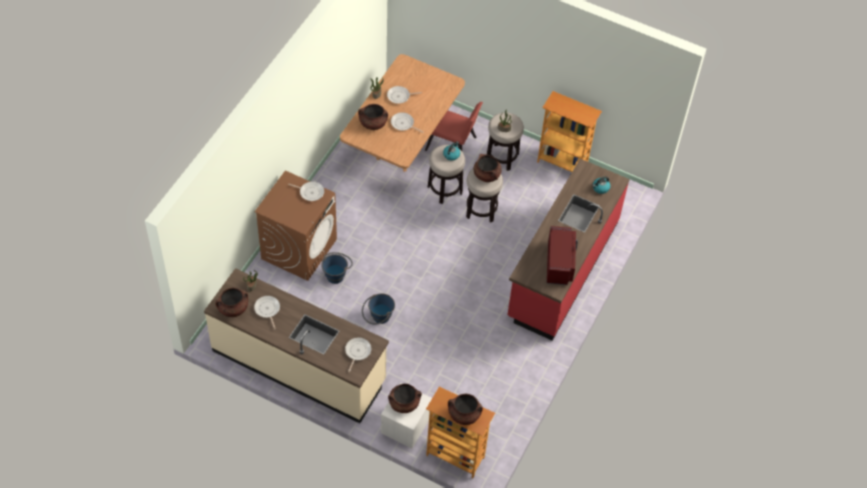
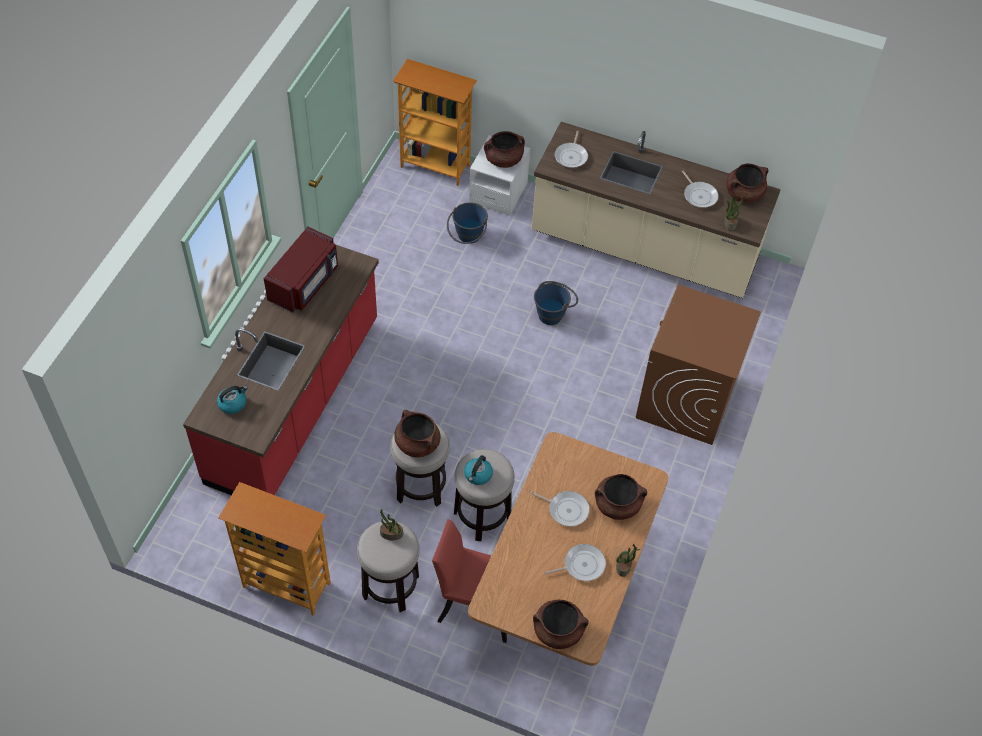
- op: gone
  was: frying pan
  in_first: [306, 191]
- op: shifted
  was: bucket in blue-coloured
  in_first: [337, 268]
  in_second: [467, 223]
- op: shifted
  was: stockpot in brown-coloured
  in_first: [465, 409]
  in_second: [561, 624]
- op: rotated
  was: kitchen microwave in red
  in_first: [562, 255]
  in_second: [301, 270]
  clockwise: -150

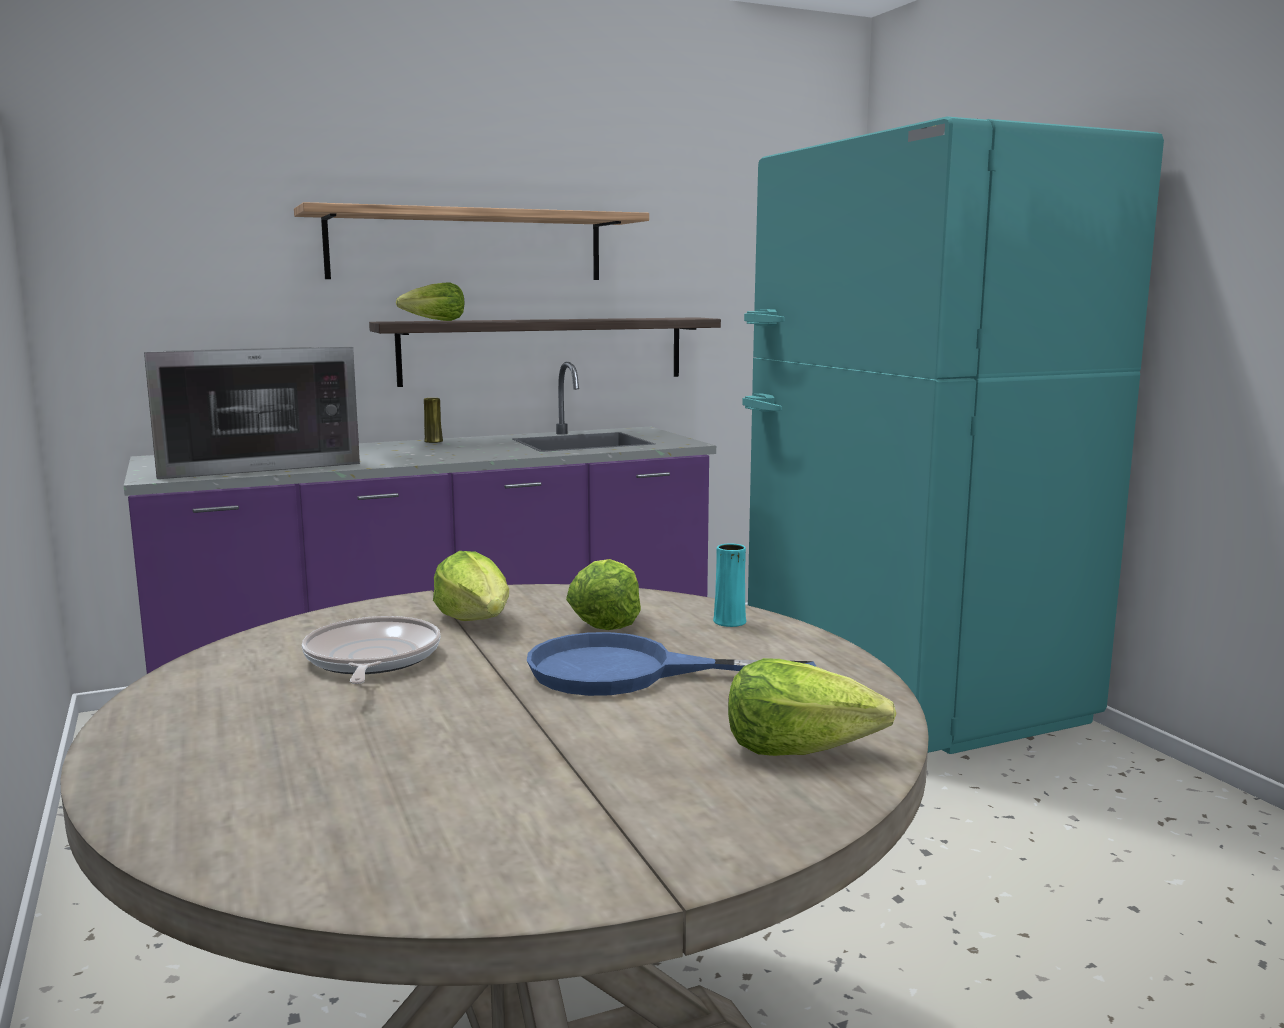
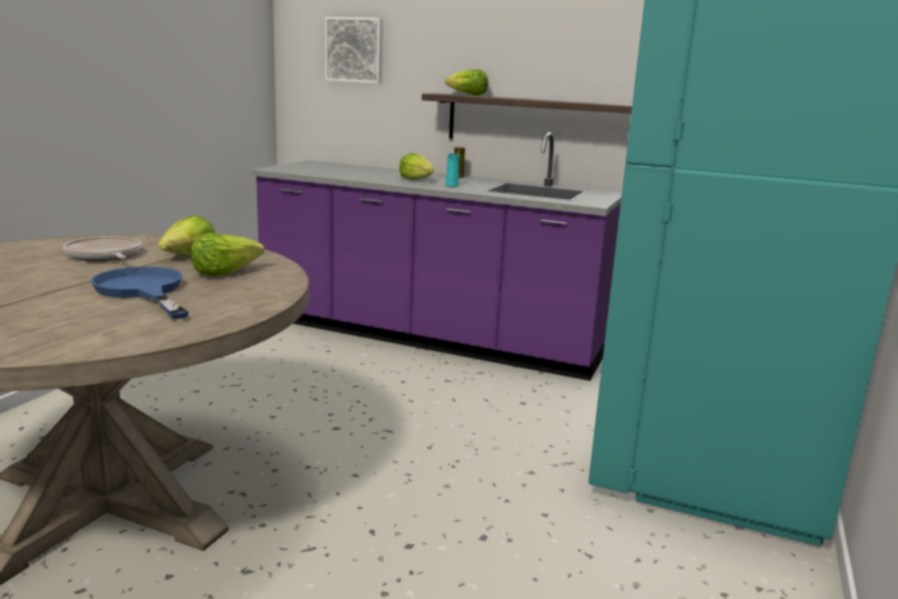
- op: gone
  was: kitchen microwave
  in_first: [252, 413]
- op: gone
  was: shelf
  in_first: [471, 241]
- op: new
  now: wall picture
  in_second: [354, 50]
- op: shifted
  was: flower vase in blue-green
  in_first: [730, 585]
  in_second: [452, 170]
- op: shifted
  was: lettuce
  in_first: [812, 707]
  in_second: [416, 166]
- op: rotated
  was: frying pan
  in_first: [371, 650]
  in_second: [102, 248]
  clockwise: -75

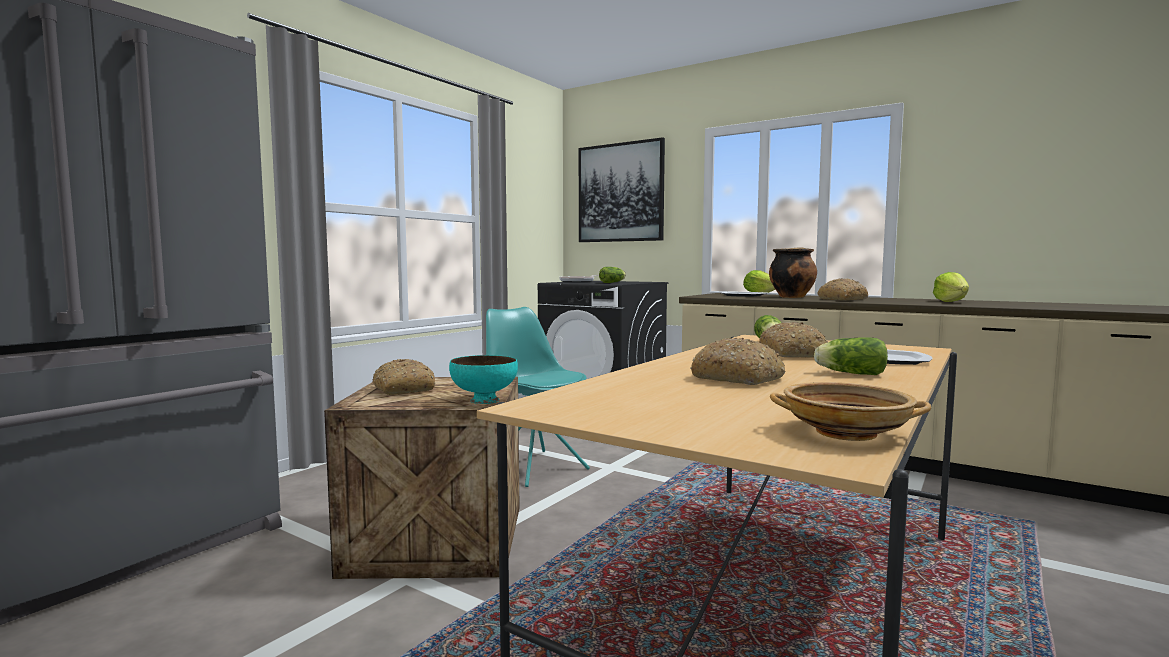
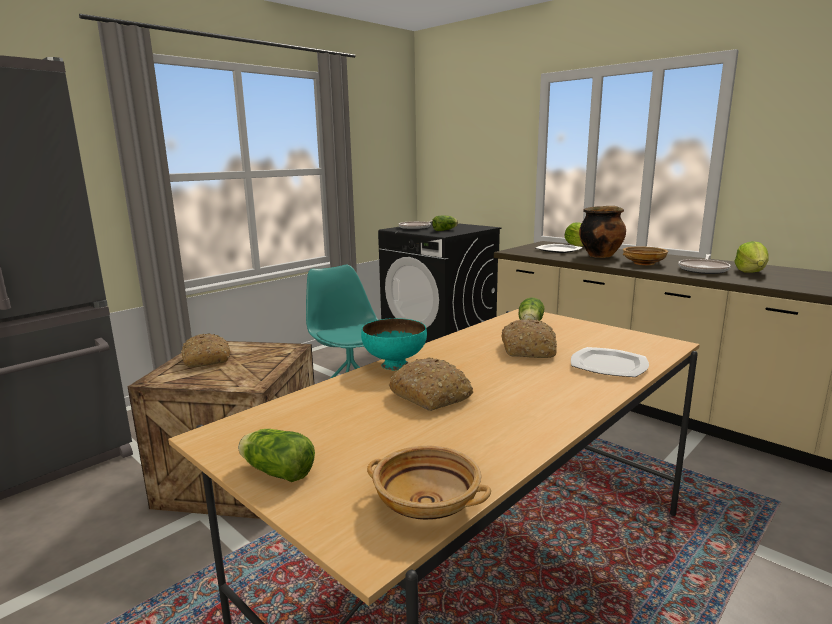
- op: gone
  was: wall picture
  in_first: [622, 189]
- op: new
  now: frying pan
  in_second: [704, 264]
- op: shifted
  was: deep dish in blue-green
  in_first: [483, 379]
  in_second: [394, 344]
- op: shifted
  was: lettuce
  in_first: [851, 356]
  in_second: [276, 455]
- op: swapped
  was: bakery bread
  now: deep dish in beige
  in_first: [842, 289]
  in_second: [645, 255]

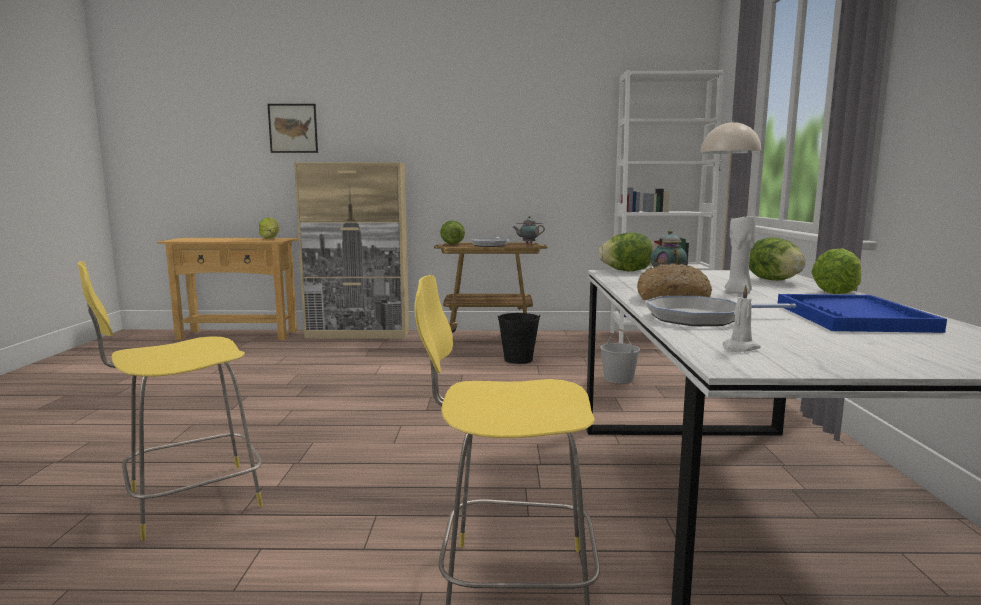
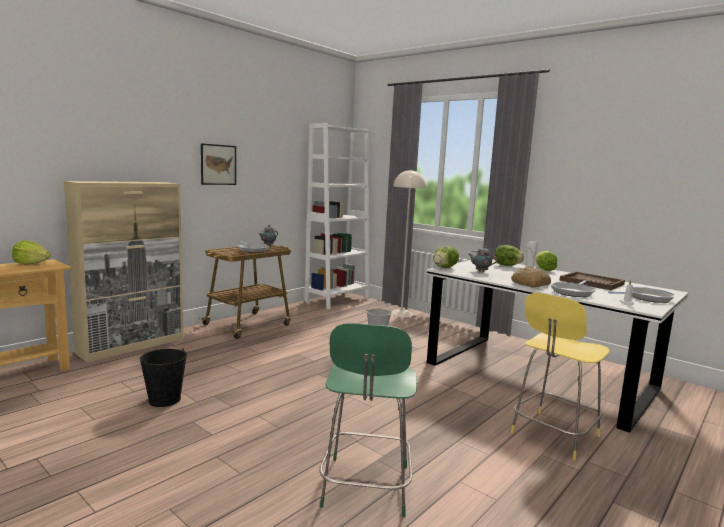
- op: gone
  was: lettuce
  in_first: [452, 232]
- op: new
  now: frying pan
  in_second: [641, 295]
- op: shifted
  was: wall picture
  in_first: [293, 128]
  in_second: [218, 164]
- op: shifted
  was: bucket in blackish
  in_first: [519, 338]
  in_second: [163, 377]
- op: repainted
  was: stool seat in yellow-coloured
  now: stool seat in green-coloured
  in_first: [170, 400]
  in_second: [368, 420]
- op: repainted
  was: tray in blue-coloured
  now: tray in brown-coloured
  in_first: [862, 313]
  in_second: [592, 280]

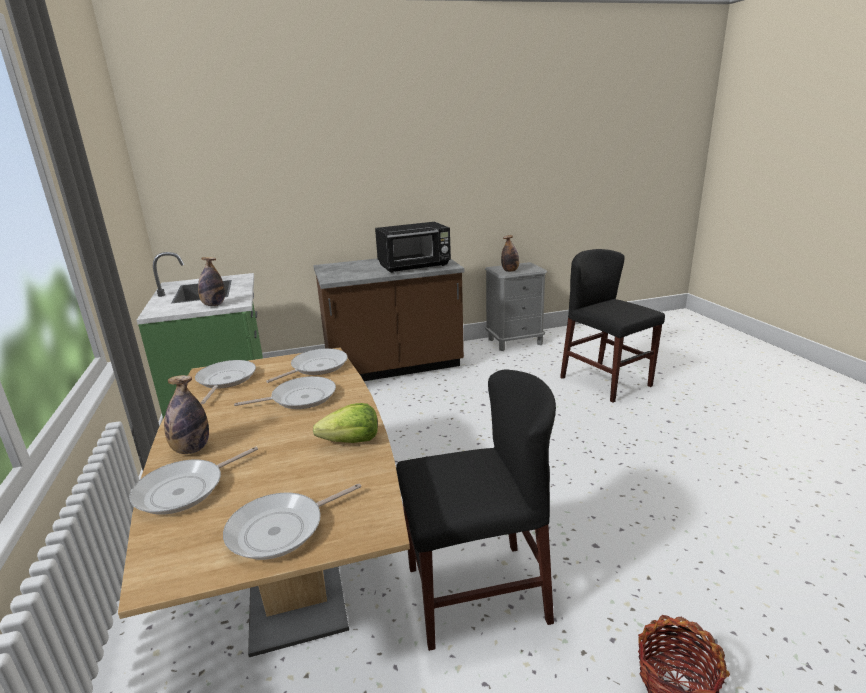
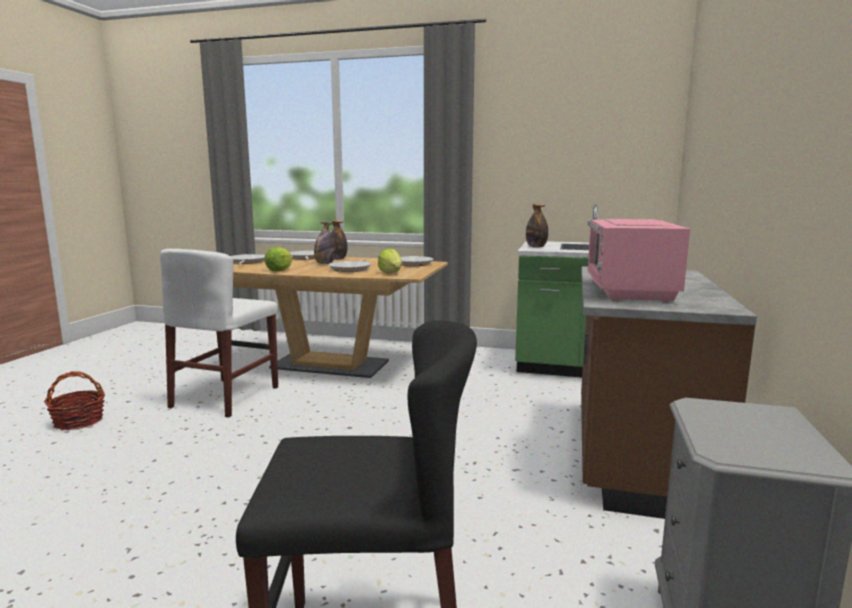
- op: shifted
  was: bottle
  in_first: [510, 253]
  in_second: [325, 243]
- op: swapped
  was: frying pan
  now: lettuce
  in_first: [307, 365]
  in_second: [390, 261]
- op: repainted
  was: kitchen microwave in blackish
  now: kitchen microwave in pinkish
  in_first: [413, 247]
  in_second: [638, 261]
- op: repainted
  was: upright chair in blackish
  now: upright chair in white-coloured
  in_first: [476, 510]
  in_second: [219, 333]

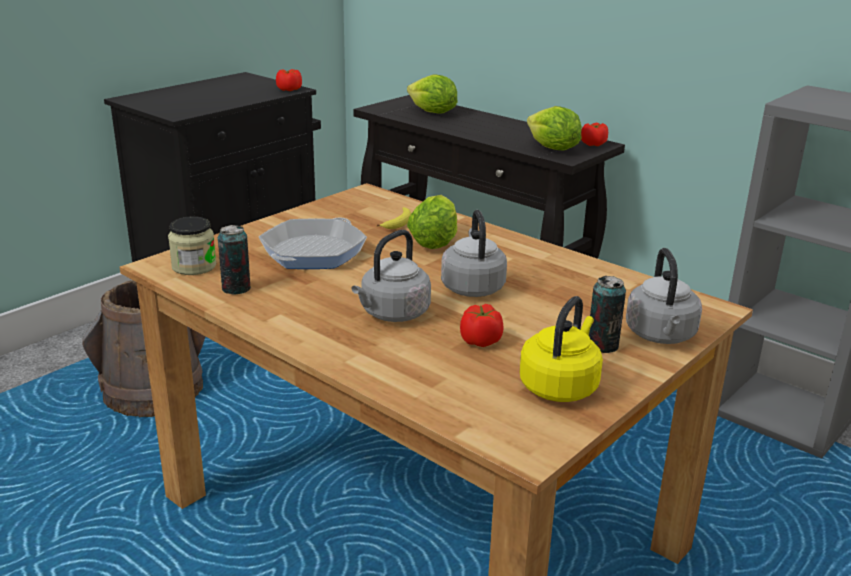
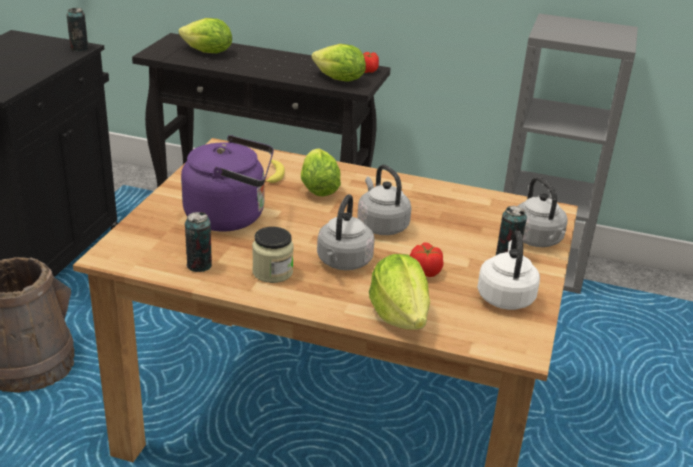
- op: new
  now: lettuce
  in_second: [399, 292]
- op: shifted
  was: storage jar
  in_first: [192, 245]
  in_second: [273, 255]
- op: swapped
  was: frying pan
  now: tea kettle in purple
  in_first: [313, 243]
  in_second: [227, 183]
- op: swapped
  was: whole tomato
  now: sealed can
  in_first: [289, 80]
  in_second: [77, 29]
- op: repainted
  was: tea kettle in yellow-coloured
  now: tea kettle in white-coloured
  in_first: [561, 349]
  in_second: [508, 270]

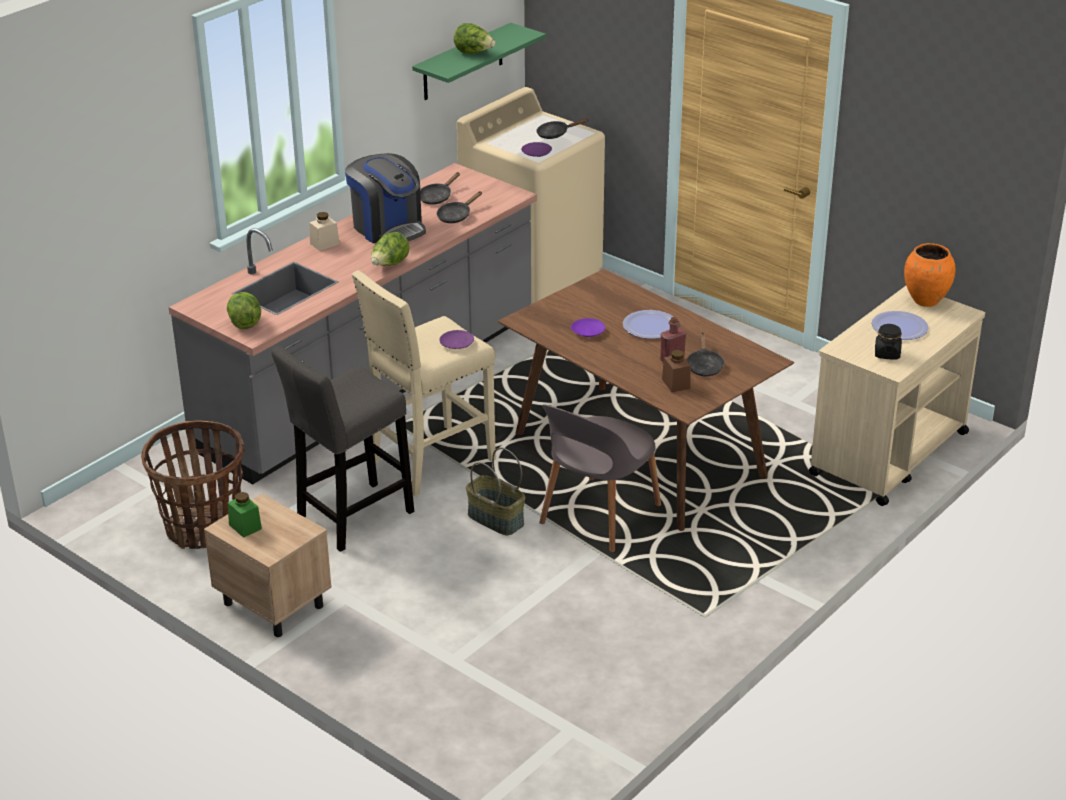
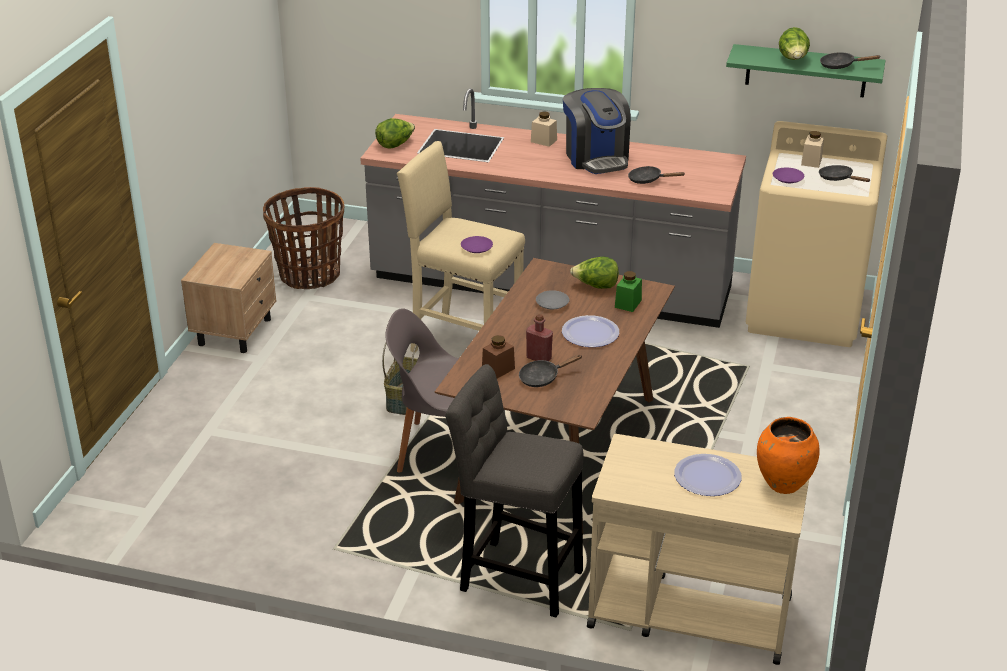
- op: gone
  was: storage jar in blackish
  in_first: [888, 341]
- op: new
  now: storage jar in beige
  in_second: [812, 149]
- op: shifted
  was: storage jar in green-coloured
  in_first: [245, 515]
  in_second: [628, 291]
- op: shifted
  was: stool seat in grey
  in_first: [342, 449]
  in_second: [514, 491]
- op: shifted
  was: lettuce
  in_first: [390, 249]
  in_second: [594, 273]
- op: shifted
  was: frying pan in blackish
  in_first: [440, 188]
  in_second: [850, 60]
- op: repainted
  was: flat dish in purple
  now: flat dish in grey
  in_first: [588, 327]
  in_second: [552, 300]
- op: rotated
  was: coffee maker
  in_first: [385, 198]
  in_second: [597, 131]
  clockwise: -45

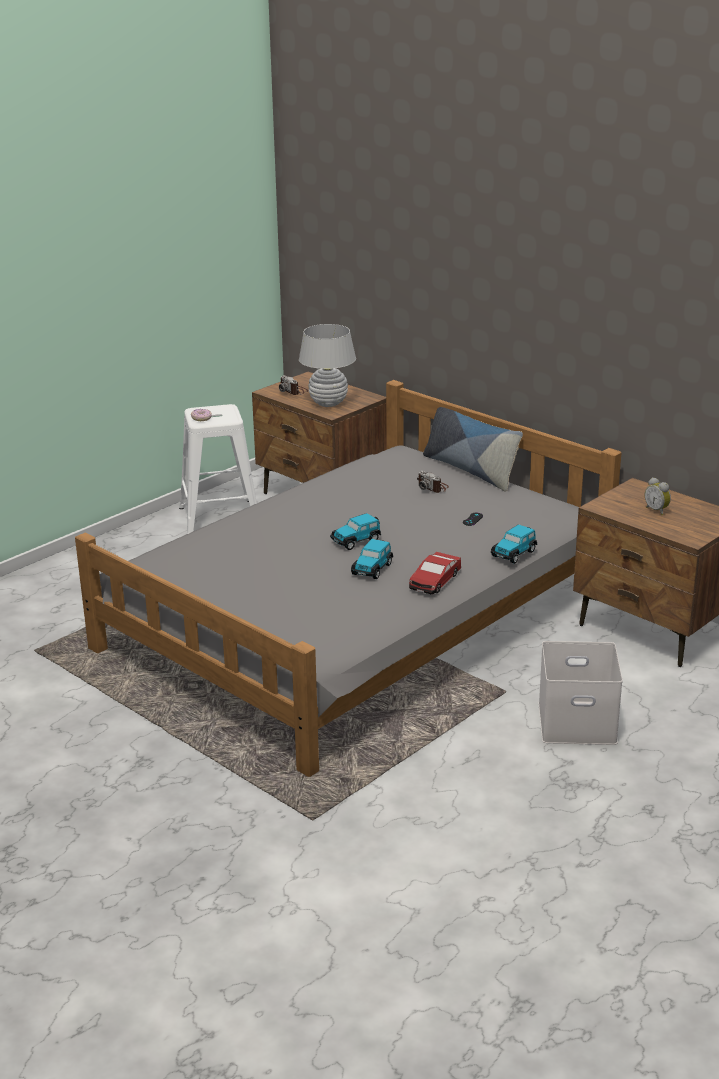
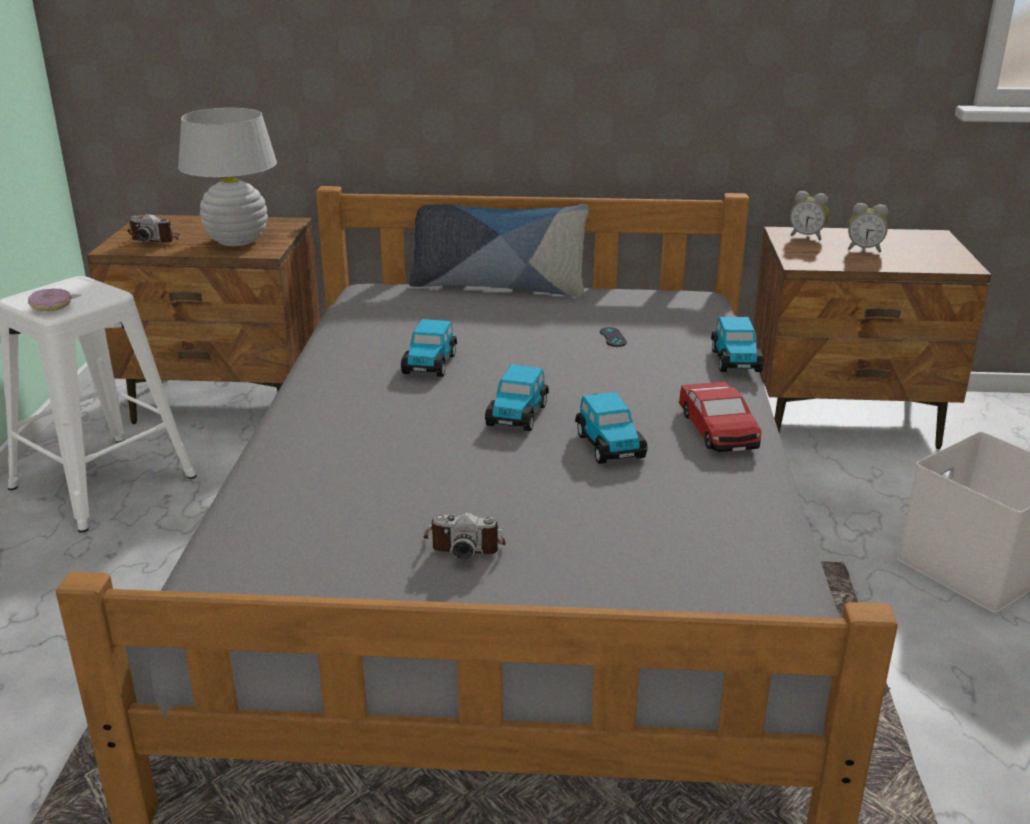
- op: new
  now: miniature car
  in_second: [429, 348]
- op: new
  now: alarm clock
  in_second: [809, 215]
- op: shifted
  was: photo camera
  in_first: [433, 482]
  in_second: [464, 535]

